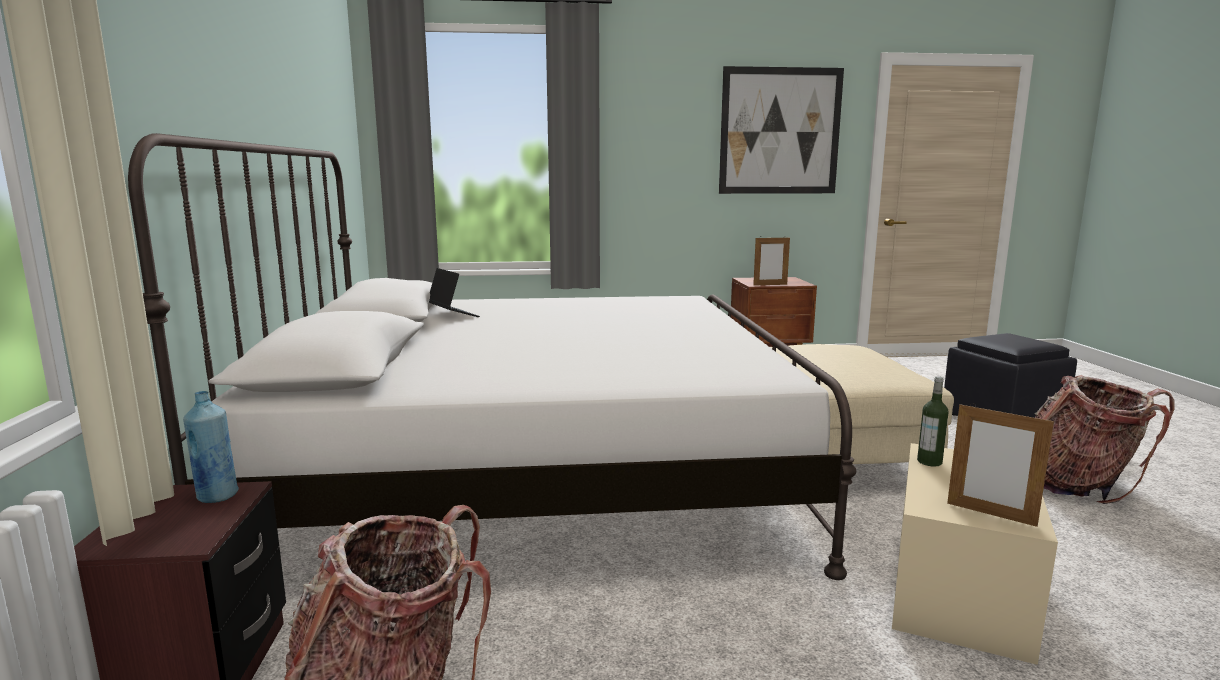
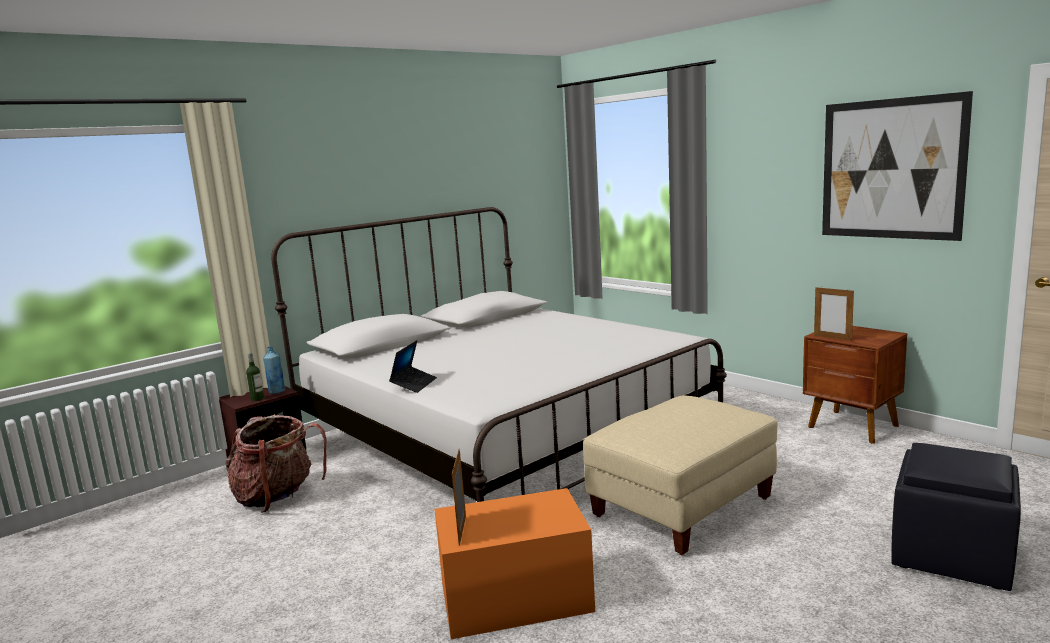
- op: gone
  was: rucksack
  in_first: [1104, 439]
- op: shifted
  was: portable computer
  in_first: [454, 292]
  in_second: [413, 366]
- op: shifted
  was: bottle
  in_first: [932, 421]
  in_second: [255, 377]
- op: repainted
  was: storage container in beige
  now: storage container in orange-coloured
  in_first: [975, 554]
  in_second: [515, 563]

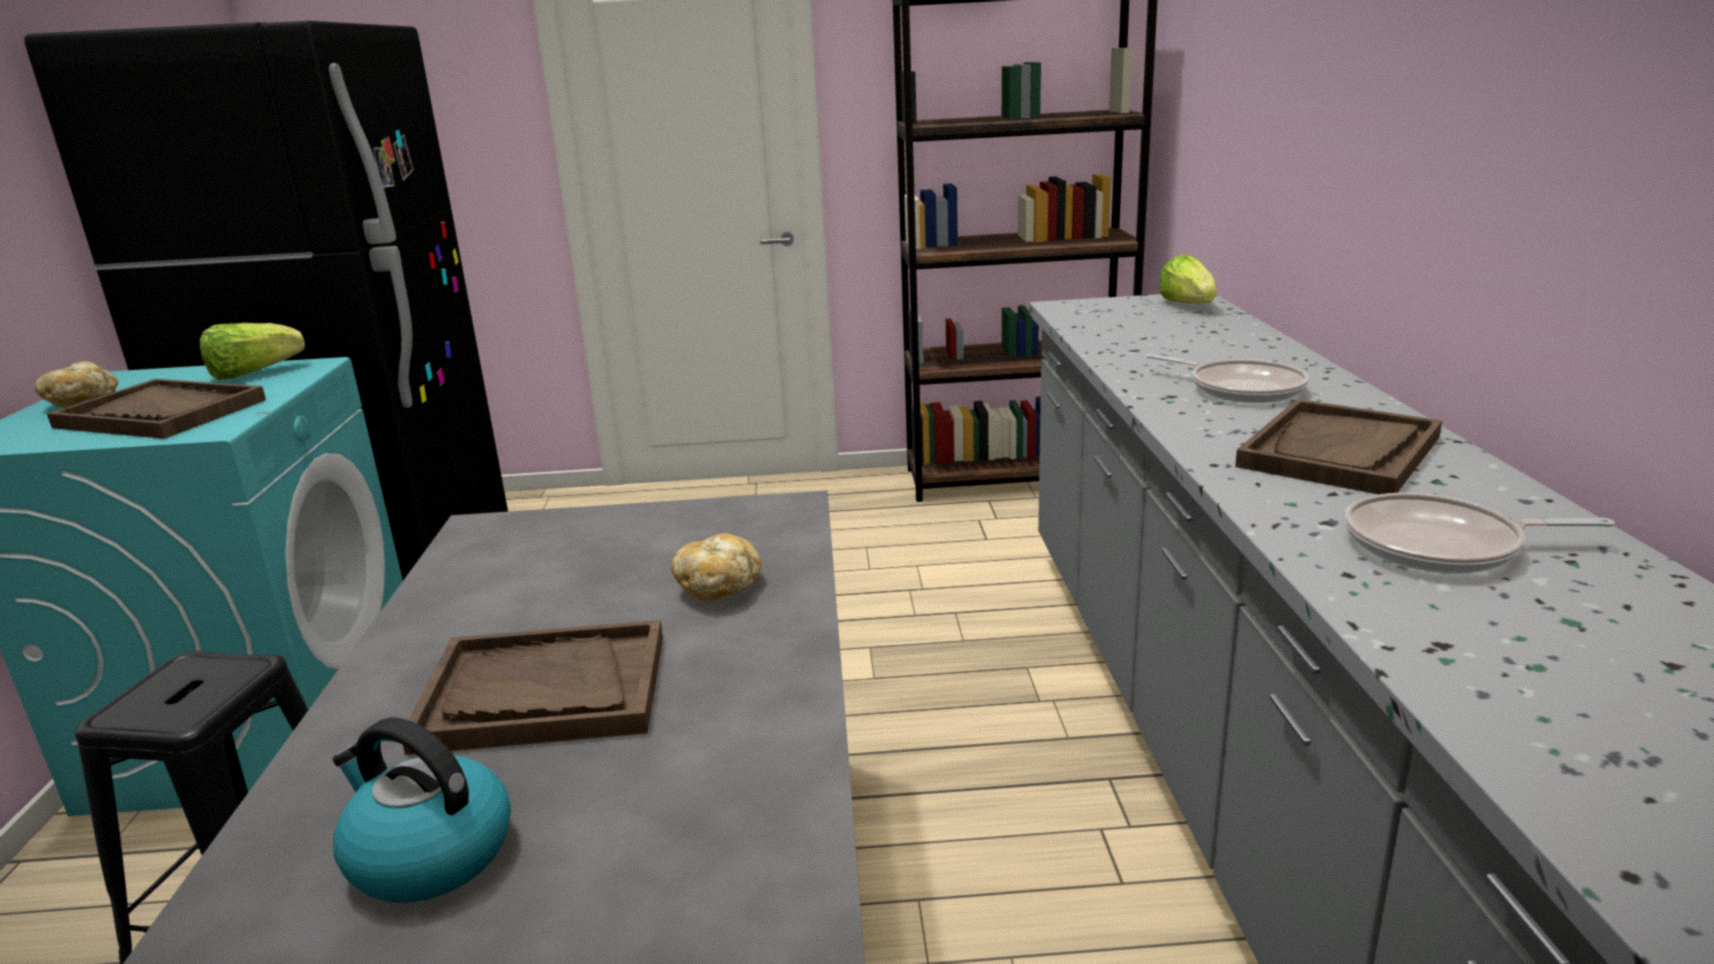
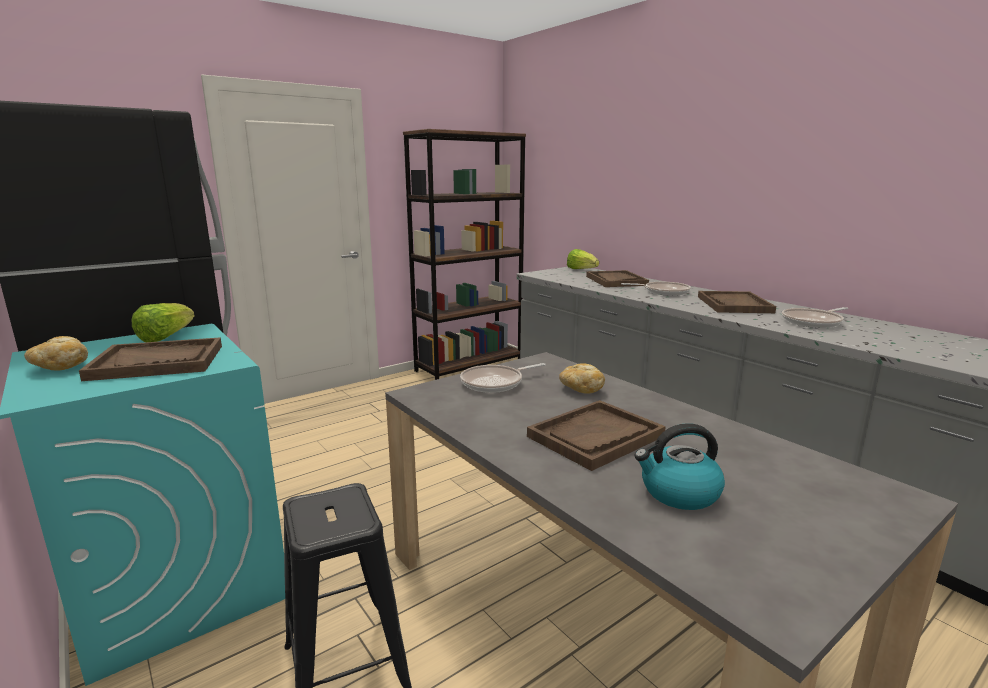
- op: new
  now: frying pan
  in_second: [503, 378]
- op: new
  now: tray in brown-coloured
  in_second: [617, 278]

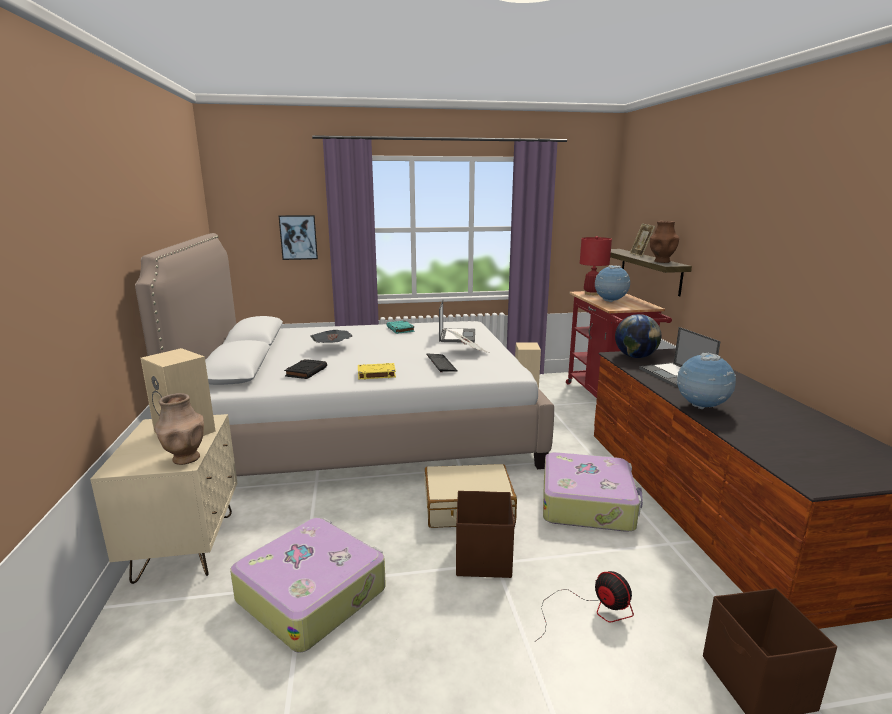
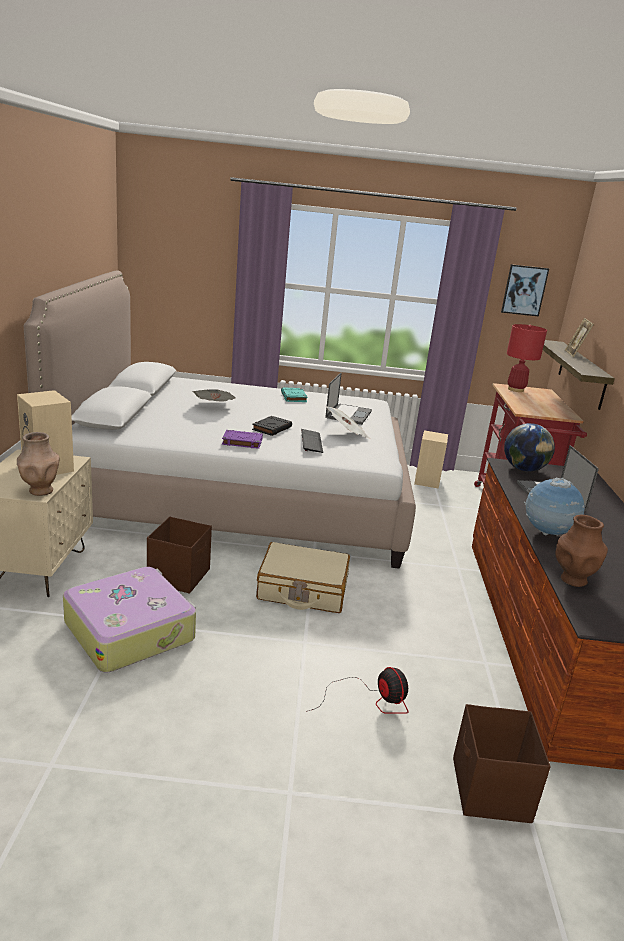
- op: gone
  was: piece of luggage
  in_first: [593, 492]
- op: gone
  was: world globe
  in_first: [612, 283]
- op: shifted
  was: wall picture
  in_first: [298, 237]
  in_second: [525, 290]
- op: shifted
  was: book in blackish
  in_first: [305, 369]
  in_second: [272, 426]
- op: shifted
  was: storage container in brown-coloured
  in_first: [486, 534]
  in_second: [179, 555]
- op: shifted
  was: flower vase in brown-coloured
  in_first: [664, 242]
  in_second: [581, 551]
- op: repainted
  was: book in yellow-coloured
  now: book in purple
  in_first: [377, 371]
  in_second: [242, 439]

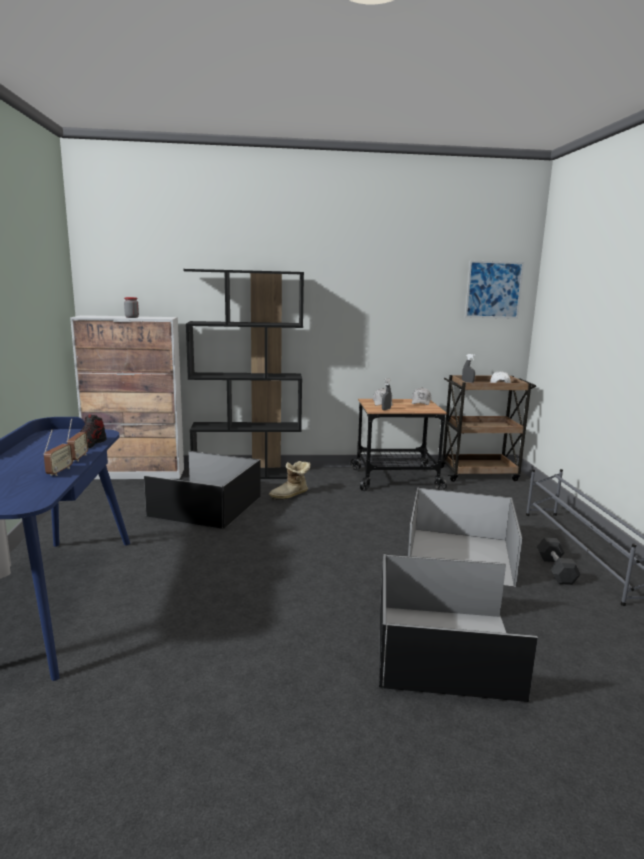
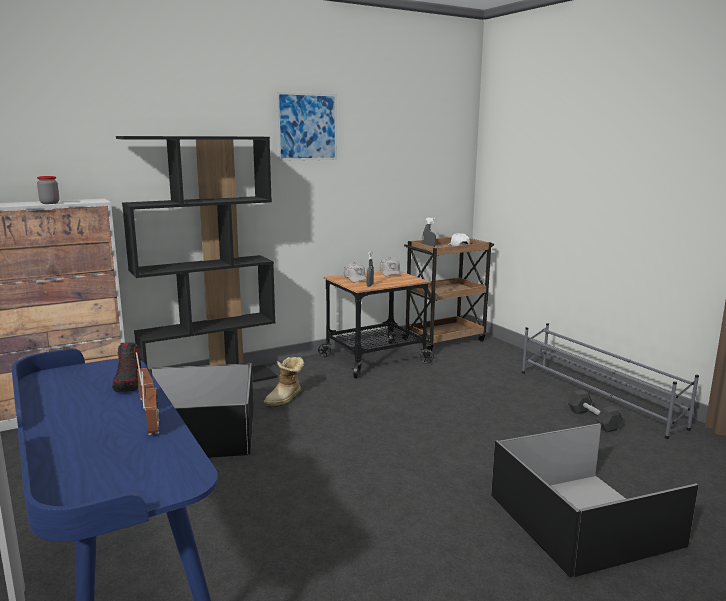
- op: gone
  was: storage container in blackish
  in_first: [465, 537]
- op: shifted
  was: wall picture
  in_first: [494, 289]
  in_second: [306, 126]

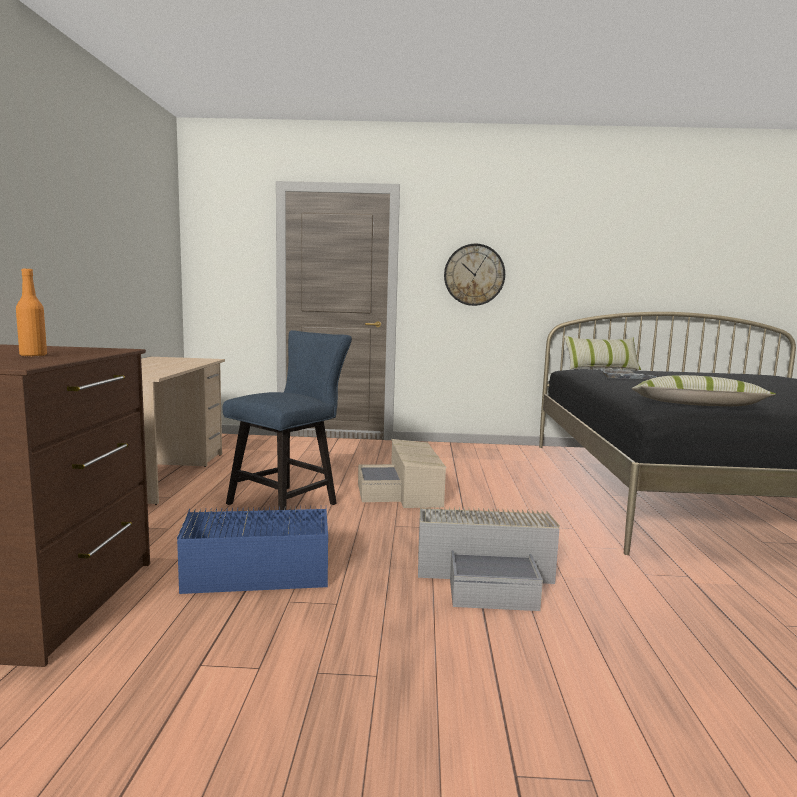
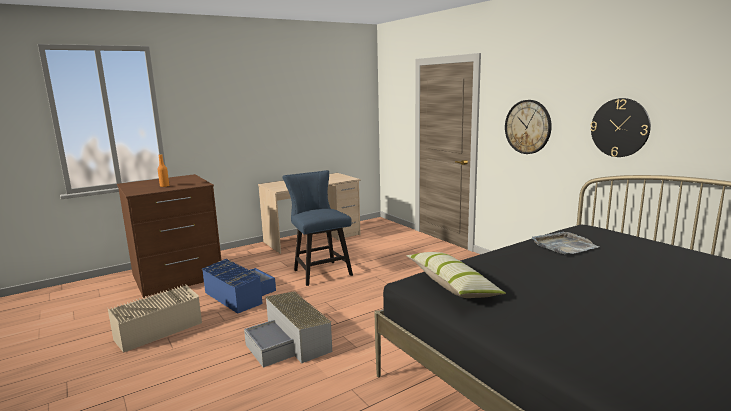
- op: gone
  was: throw pillow
  in_first: [602, 353]
- op: new
  now: hanging clock
  in_second: [620, 127]
- op: shifted
  was: storage container in beige
  in_first: [402, 473]
  in_second: [155, 318]
- op: rotated
  was: upright chair in blue-coloured
  in_first: [287, 420]
  in_second: [317, 228]
  clockwise: -120

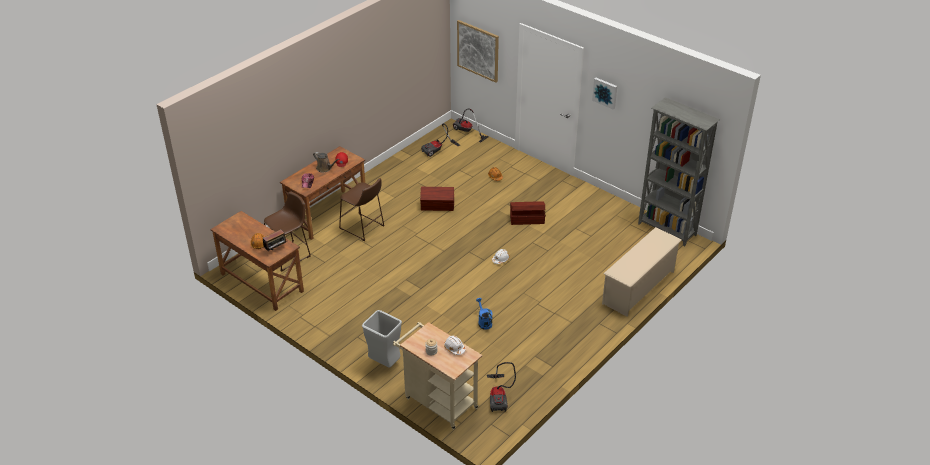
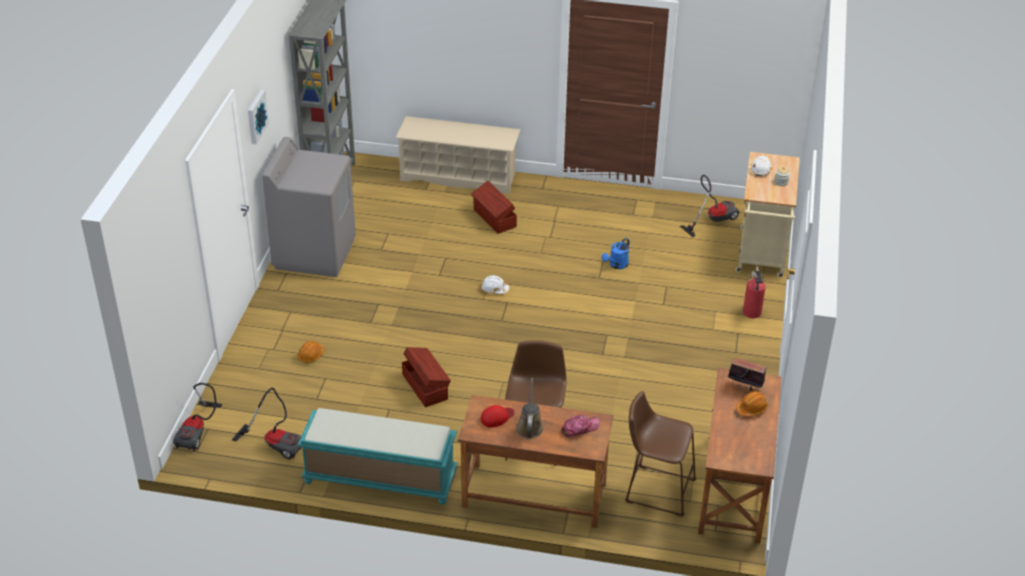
- op: gone
  was: wall picture
  in_first: [478, 51]
- op: new
  now: laundry machine in grey
  in_second: [309, 207]
- op: new
  now: indoor bench in blue-green
  in_second: [377, 456]
- op: shifted
  was: storage container in brown-coloured
  in_first: [527, 213]
  in_second: [494, 207]
- op: swapped
  was: waste bin in grey
  now: extinguisher
  in_first: [382, 339]
  in_second: [754, 292]

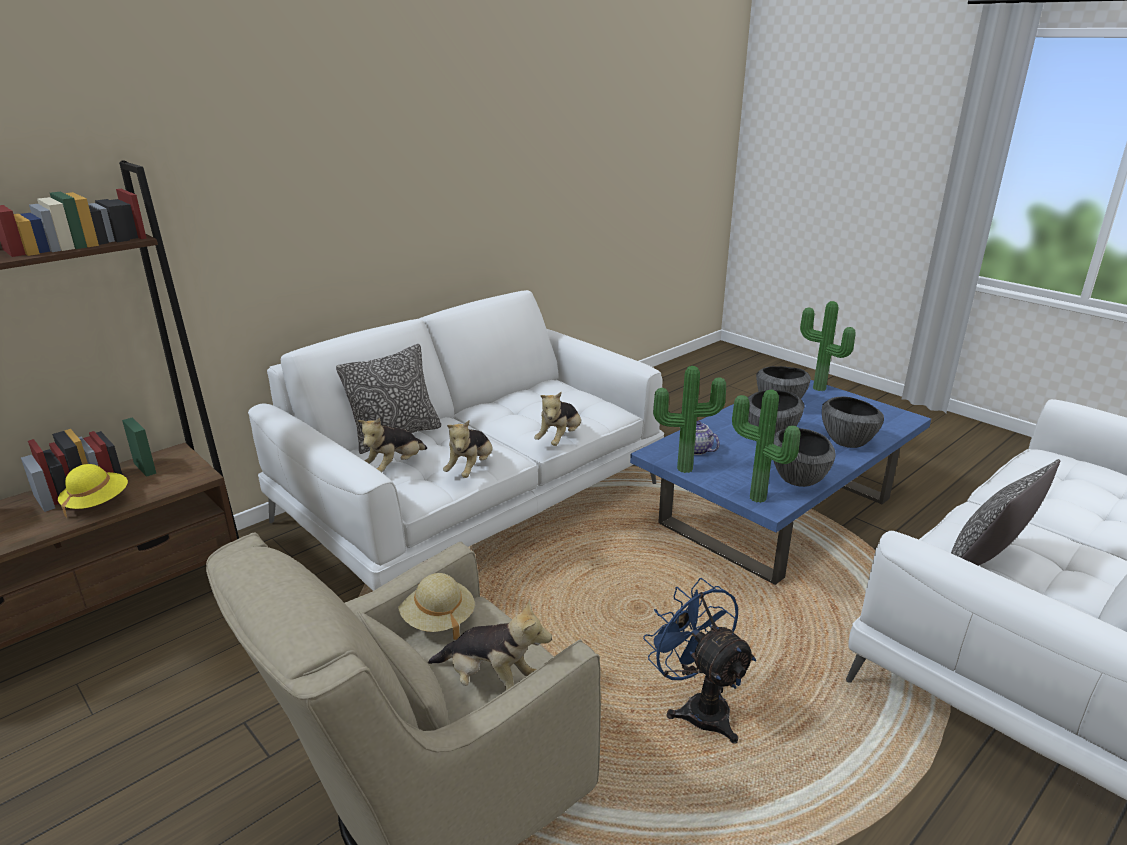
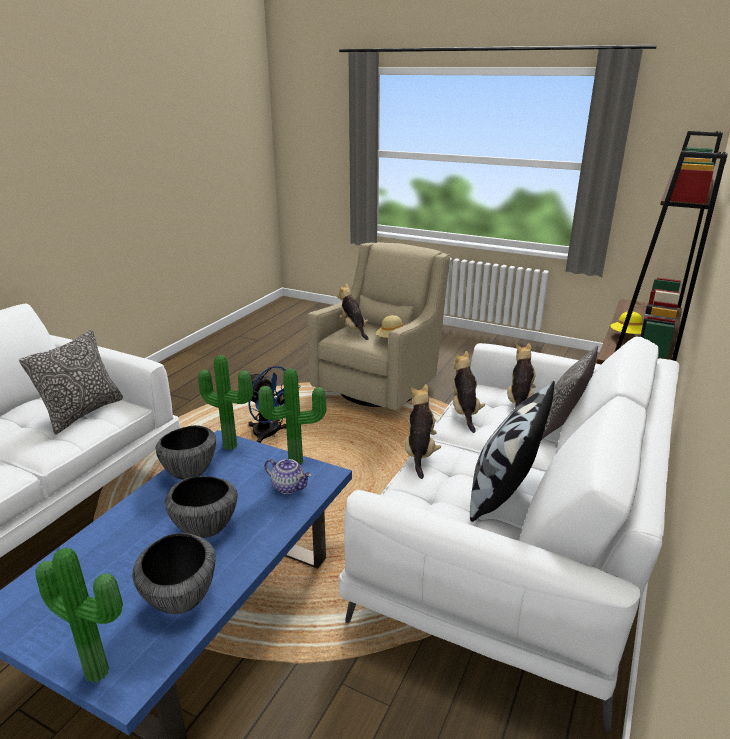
- op: gone
  was: deep dish
  in_first: [853, 422]
- op: new
  now: throw pillow
  in_second: [512, 451]
- op: rotated
  was: soft toy
  in_first: [490, 644]
  in_second: [353, 311]
  clockwise: 60

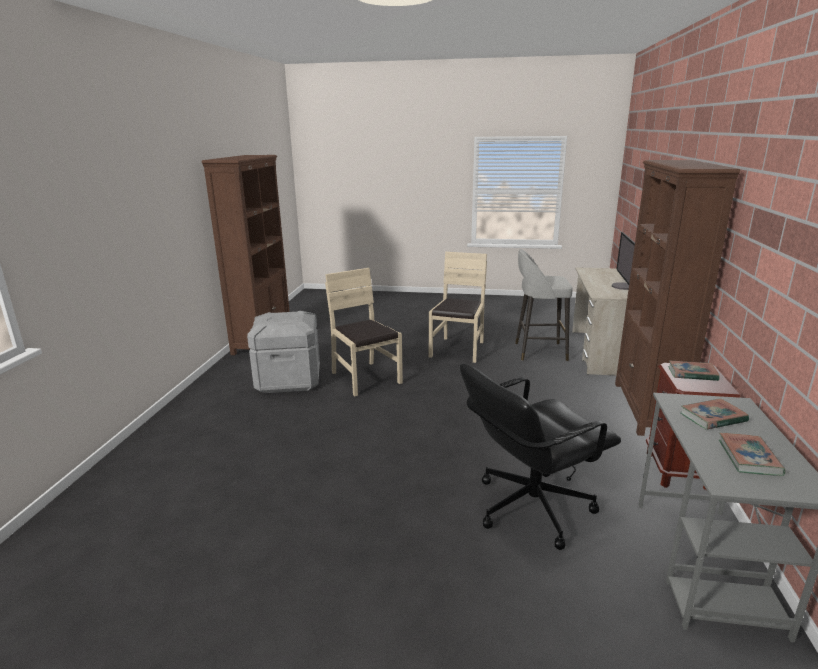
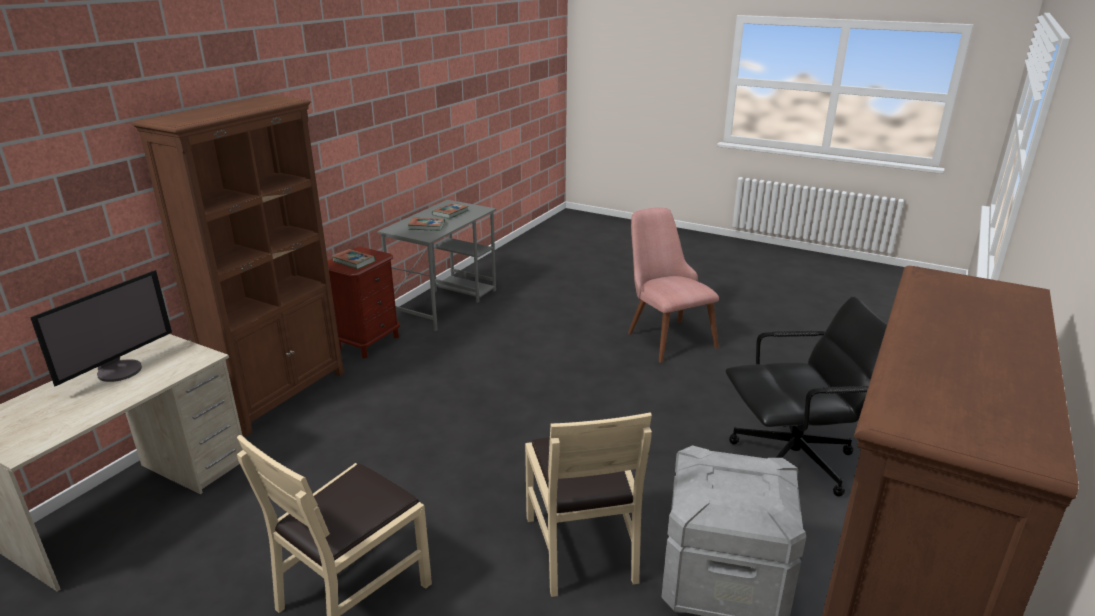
- op: gone
  was: stool seat in grey
  in_first: [544, 305]
- op: new
  now: upright chair in pinkish
  in_second: [673, 285]
- op: shifted
  was: office chair in blackish
  in_first: [540, 457]
  in_second: [806, 396]

